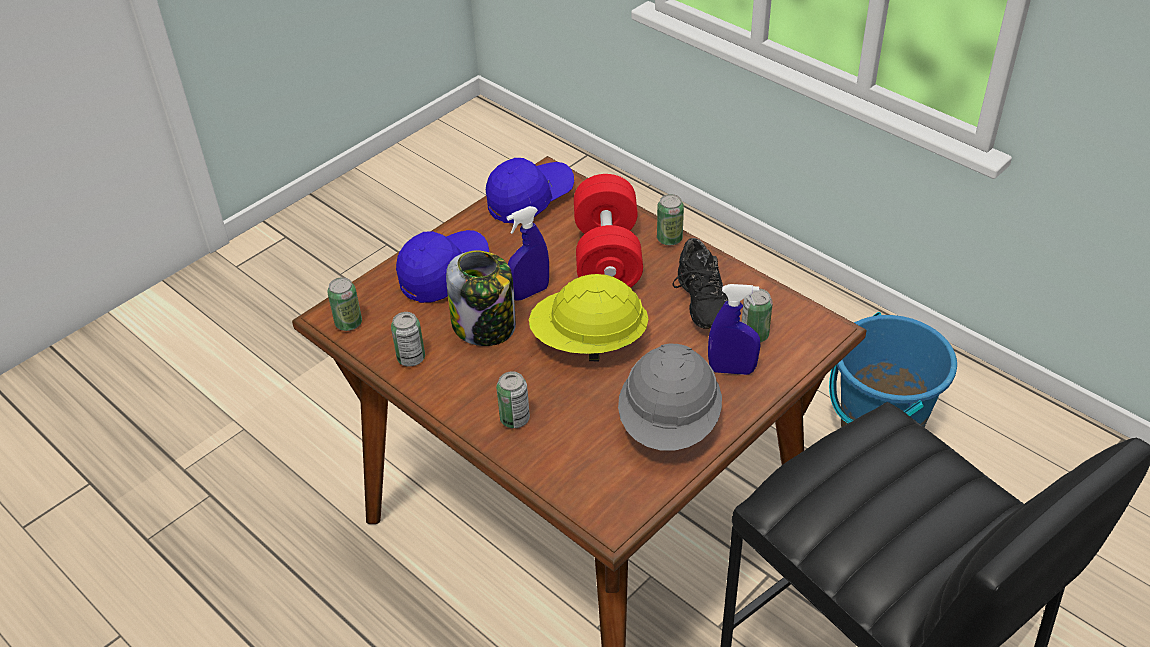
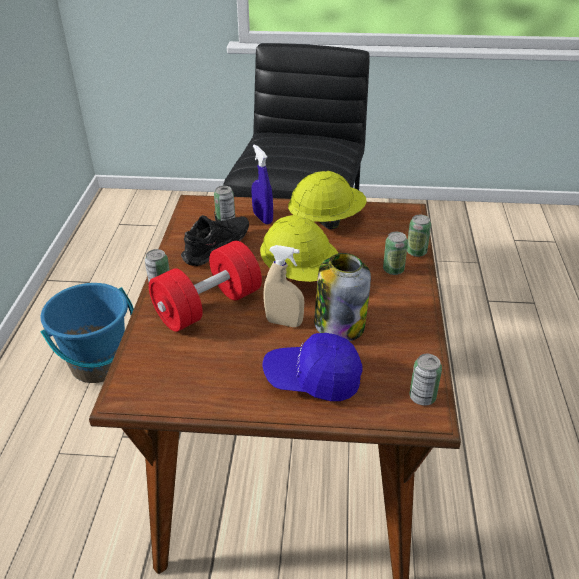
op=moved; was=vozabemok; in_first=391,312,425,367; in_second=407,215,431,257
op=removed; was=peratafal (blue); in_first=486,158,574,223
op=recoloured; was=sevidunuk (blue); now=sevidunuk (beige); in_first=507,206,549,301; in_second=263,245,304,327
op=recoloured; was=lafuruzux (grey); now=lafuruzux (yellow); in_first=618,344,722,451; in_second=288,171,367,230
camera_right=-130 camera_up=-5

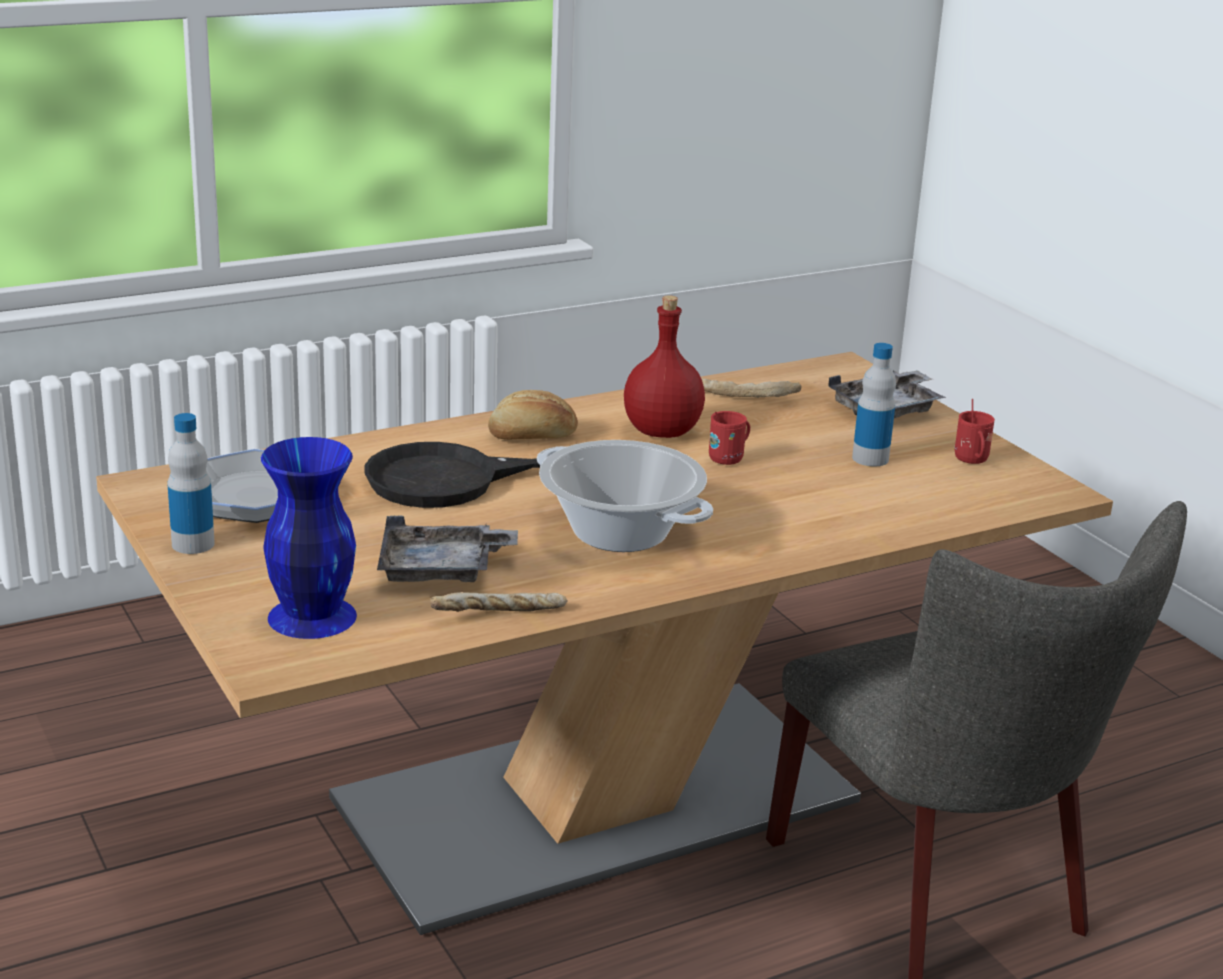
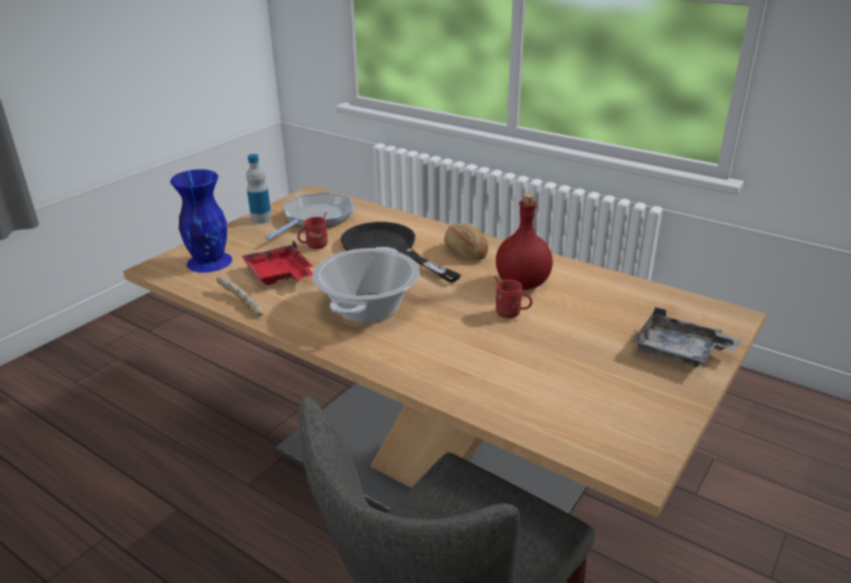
op=recoloured; was=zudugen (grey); now=zudugen (red); in_first=377,516,518,582; in_second=241,240,313,285
op=removed; was=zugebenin; in_first=702,379,802,398
op=removed; was=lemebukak; in_first=852,343,896,467
op=moved; was=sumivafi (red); in_first=955,399,995,464; in_second=297,212,328,249
camera_right=65 camera_up=5

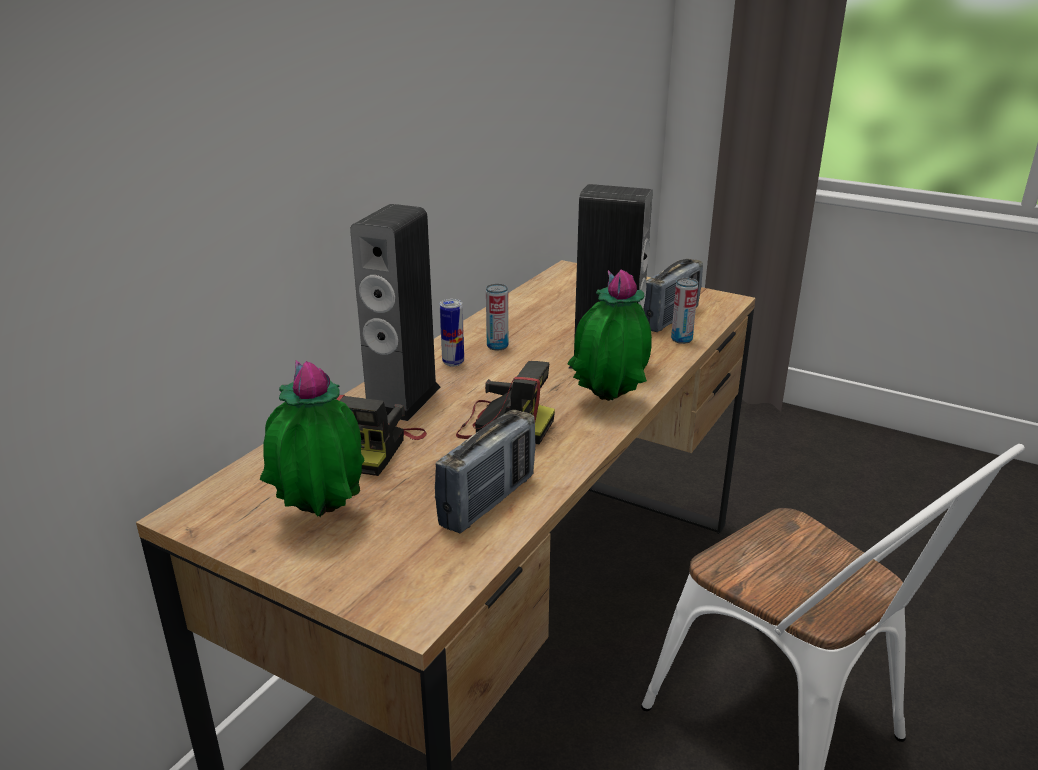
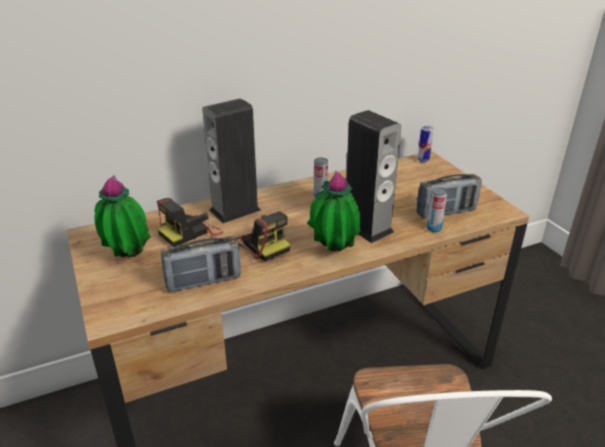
op=moved; was=vozabemok; in_first=440,299,464,366; in_second=417,126,434,162
camera_right=35 camera_up=5

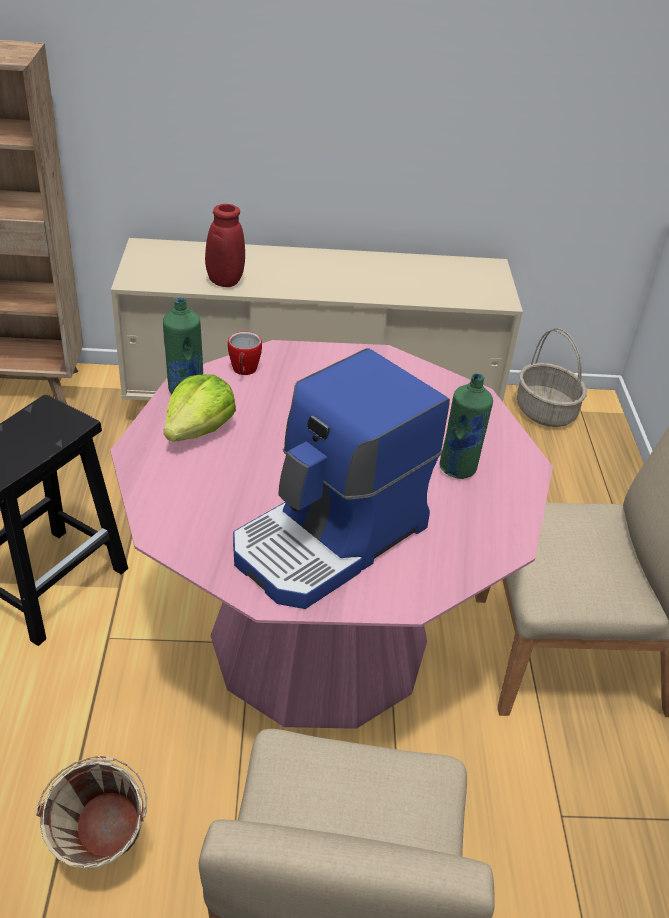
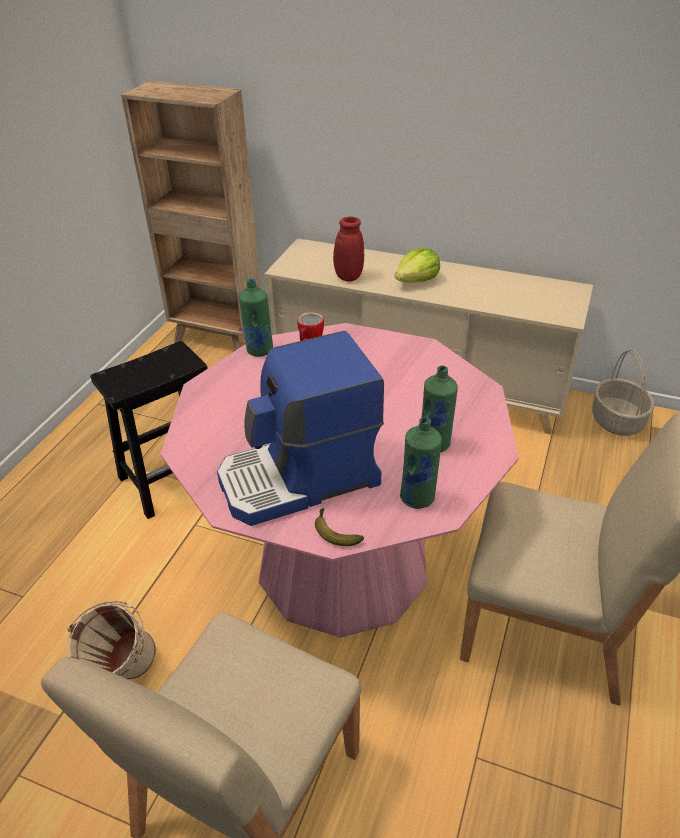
op=moved; was=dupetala; in_first=164,374,236,442; in_second=395,248,440,283
op=added; now=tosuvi; in_second=315,508,364,546
op=added; now=lemebukak (green); in_second=400,417,442,509
camera_right=25 camera_up=0

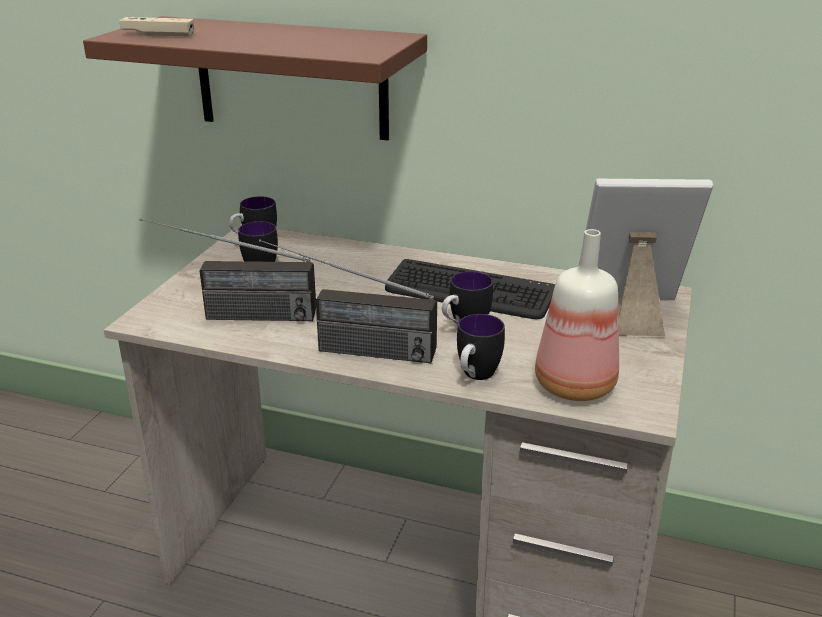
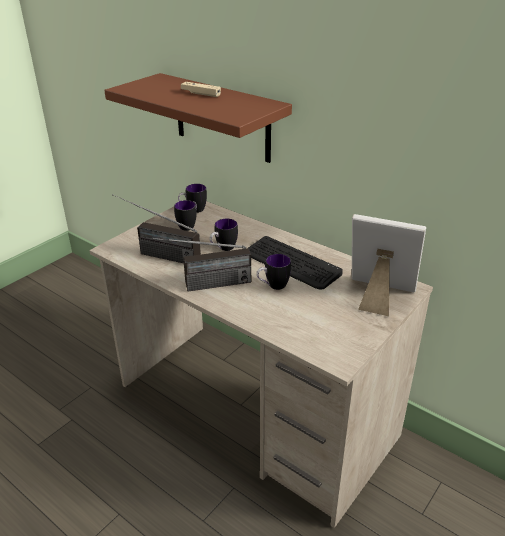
op=moved; was=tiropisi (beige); in_first=119,17,194,37; in_second=181,82,221,97
op=turned; was=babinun; in_first=259,239,437,363; in_second=144,237,251,292; clockwise=-45
op=moved; was=sumivafi; in_first=457,314,505,380; in_second=209,219,238,251
op=removed; was=lemebukak; in_first=535,229,619,401
camera_right=20 camera_up=5

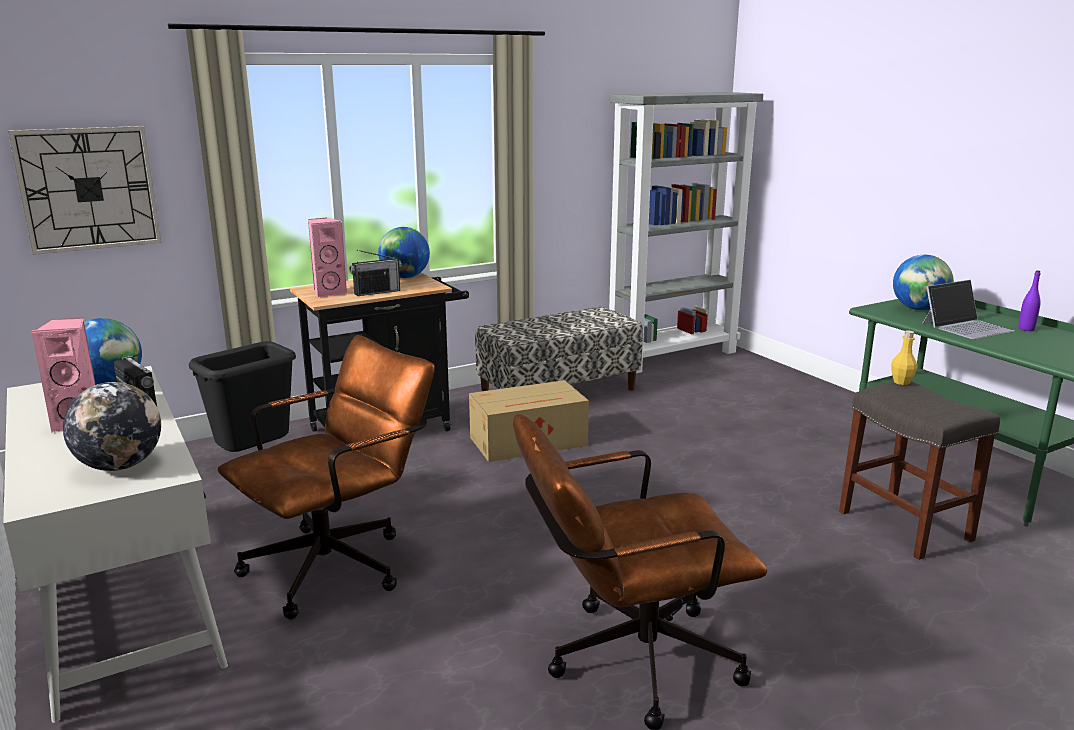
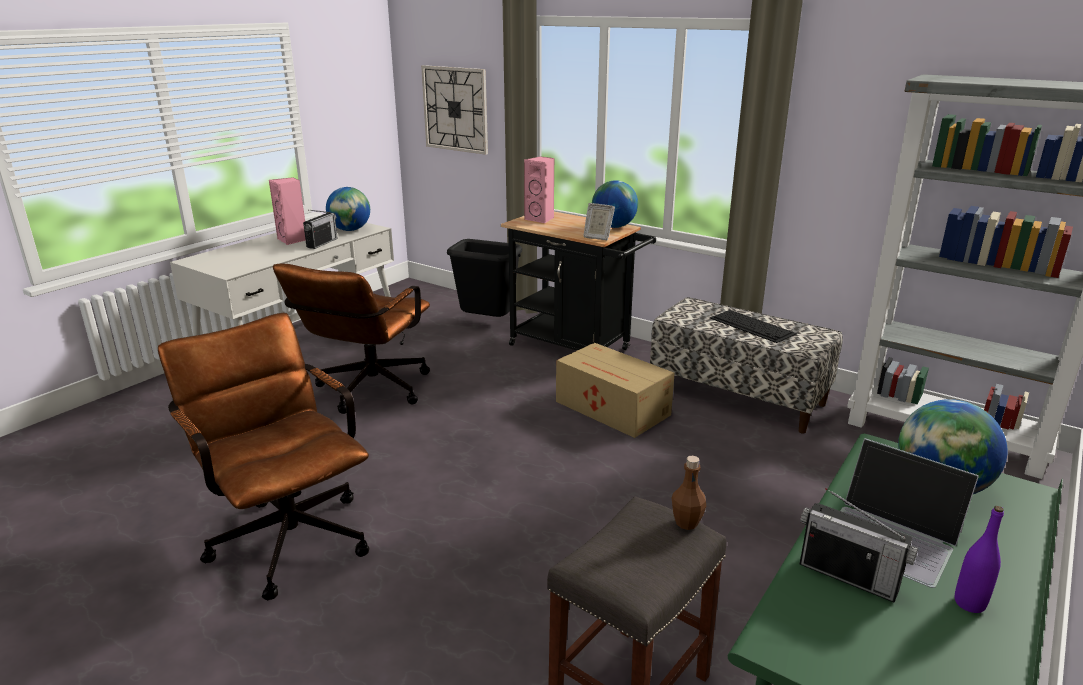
op=removed; was=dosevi; in_first=63,382,161,471
op=turned; was=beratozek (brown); in_first=218,335,435,620; in_second=273,264,430,414; clockwise=90
op=moved; was=babinun; in_first=349,250,402,296; in_second=800,488,918,602
op=recoloured; was=lemebukak (yellow); now=lemebukak (brown); in_first=891,331,917,385; in_second=672,456,706,530
op=added; now=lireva; in_second=584,203,615,240
op=added; now=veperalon; in_second=710,310,797,343
camera_right=65 camera_up=5

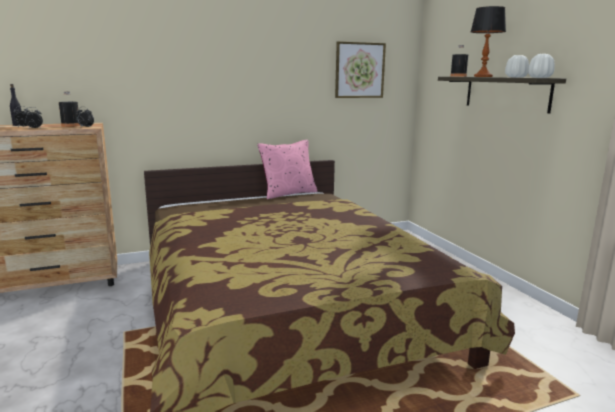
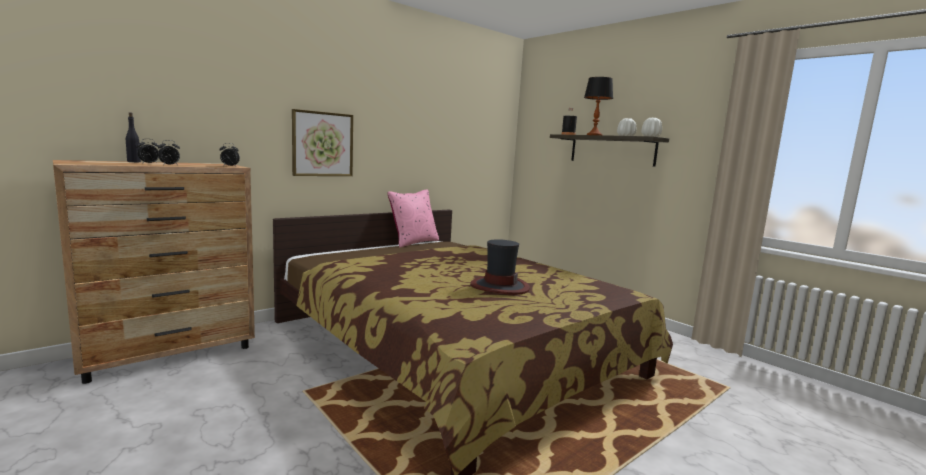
op=removed; was=lemebukak (black); in_first=59,92,81,127
op=moved; was=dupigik; in_first=335,41,386,98; in_second=292,109,353,176
op=added; now=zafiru; in_second=470,239,530,295
camera_right=-20 camera_up=-5

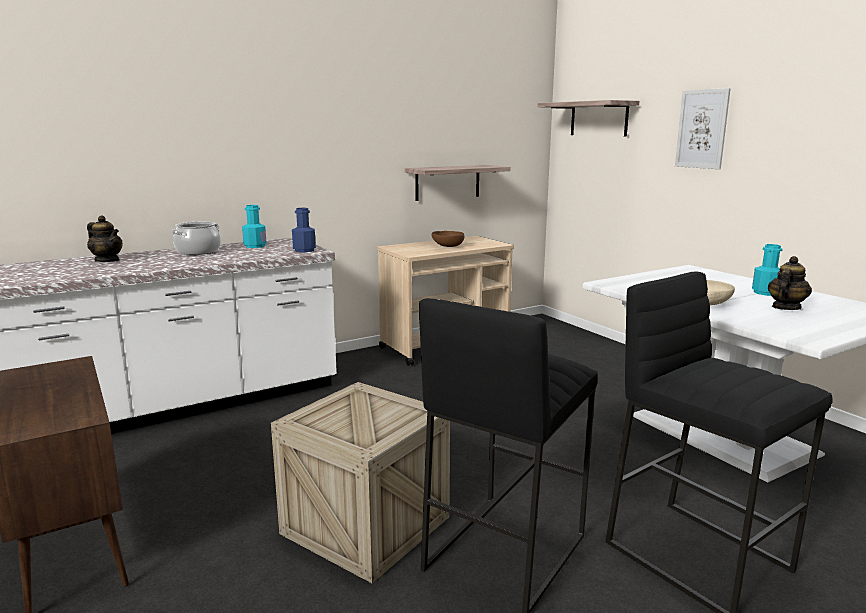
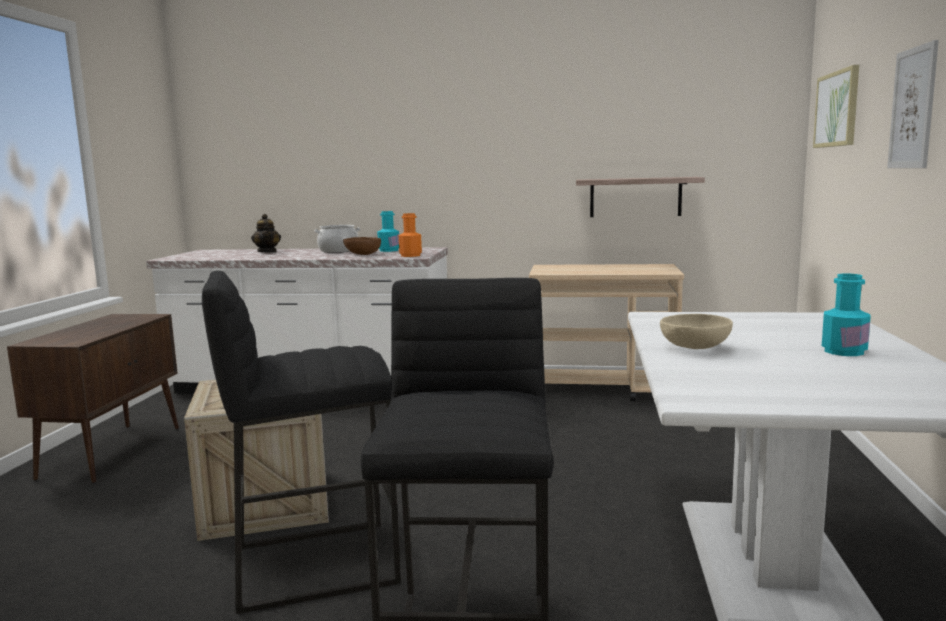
op=recoloured; was=lemebukak (blue); now=lemebukak (orange); in_first=292,208,316,252; in_second=399,213,422,257
op=moved; was=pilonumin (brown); in_first=432,231,464,247; in_second=343,237,381,255
op=replaced; was=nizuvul; now=dupigik; in_first=538,100,639,136; in_second=813,65,859,148
op=removed; was=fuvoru; in_first=768,256,812,310
camera_right=40 camera_up=-5

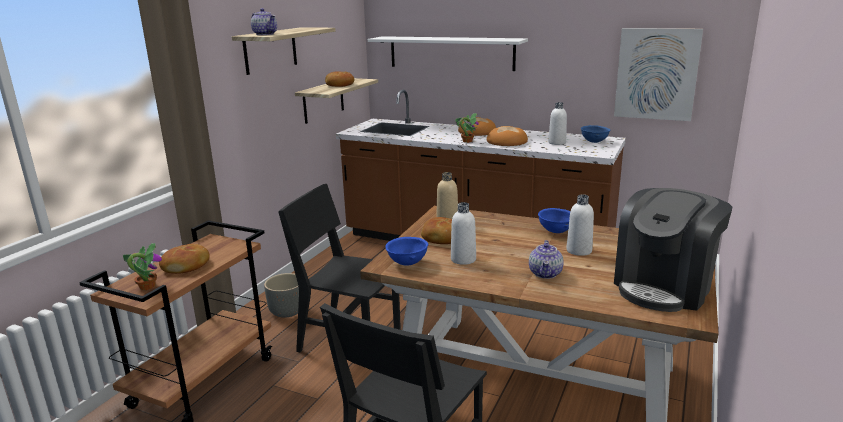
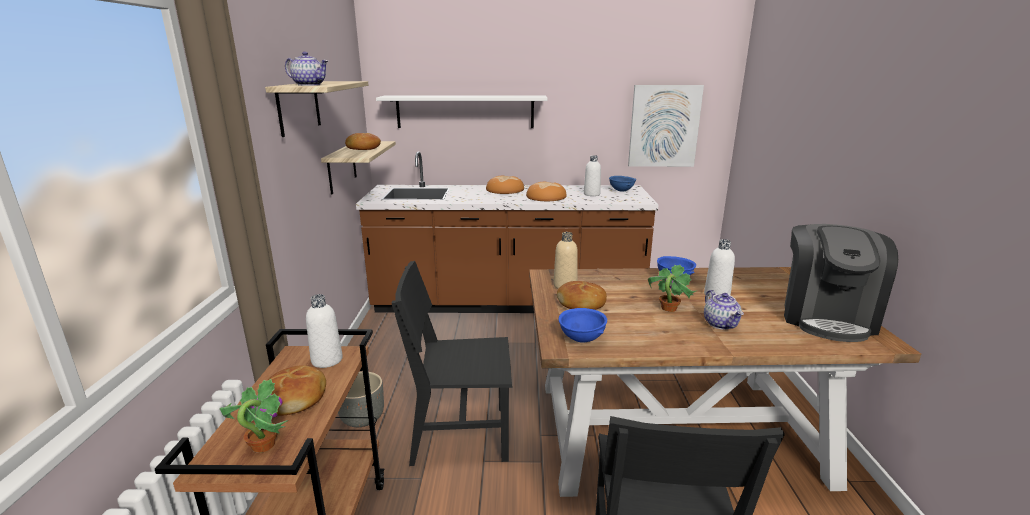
op=moved; was=lemebukak (white); in_first=451,202,476,265; in_second=306,294,343,368
op=moved; was=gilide; in_first=455,113,479,143; in_second=648,265,696,312
camera_right=-25 camera_up=0

